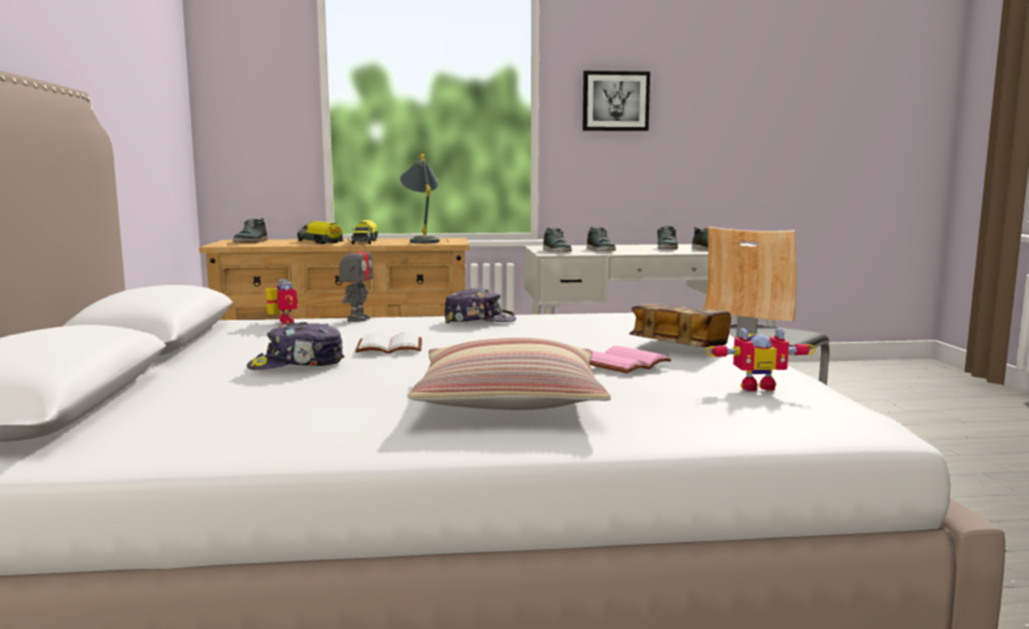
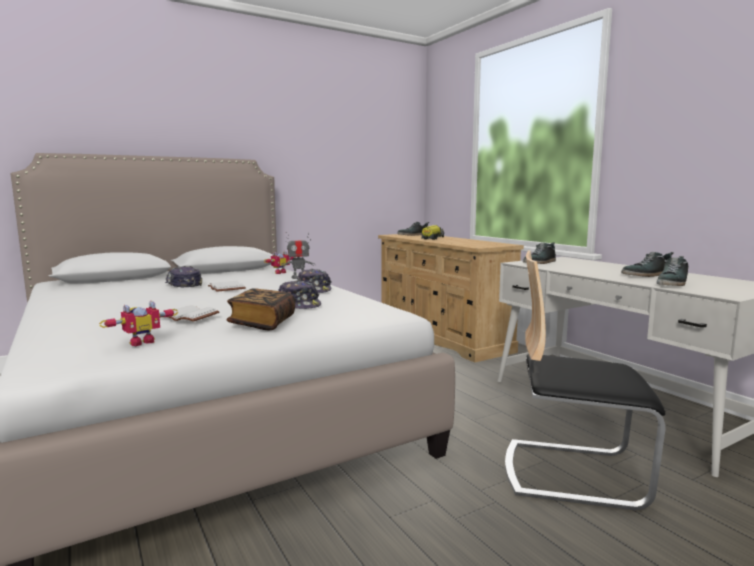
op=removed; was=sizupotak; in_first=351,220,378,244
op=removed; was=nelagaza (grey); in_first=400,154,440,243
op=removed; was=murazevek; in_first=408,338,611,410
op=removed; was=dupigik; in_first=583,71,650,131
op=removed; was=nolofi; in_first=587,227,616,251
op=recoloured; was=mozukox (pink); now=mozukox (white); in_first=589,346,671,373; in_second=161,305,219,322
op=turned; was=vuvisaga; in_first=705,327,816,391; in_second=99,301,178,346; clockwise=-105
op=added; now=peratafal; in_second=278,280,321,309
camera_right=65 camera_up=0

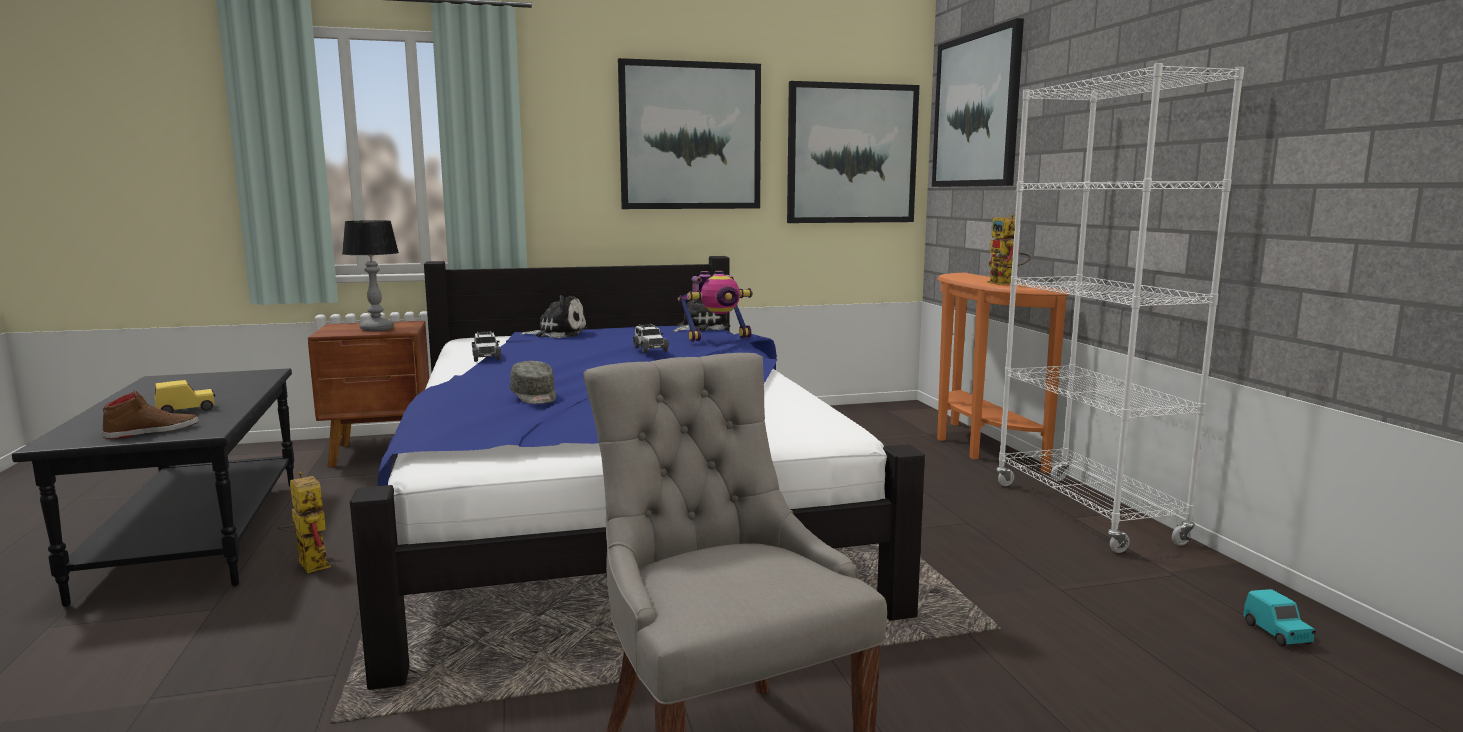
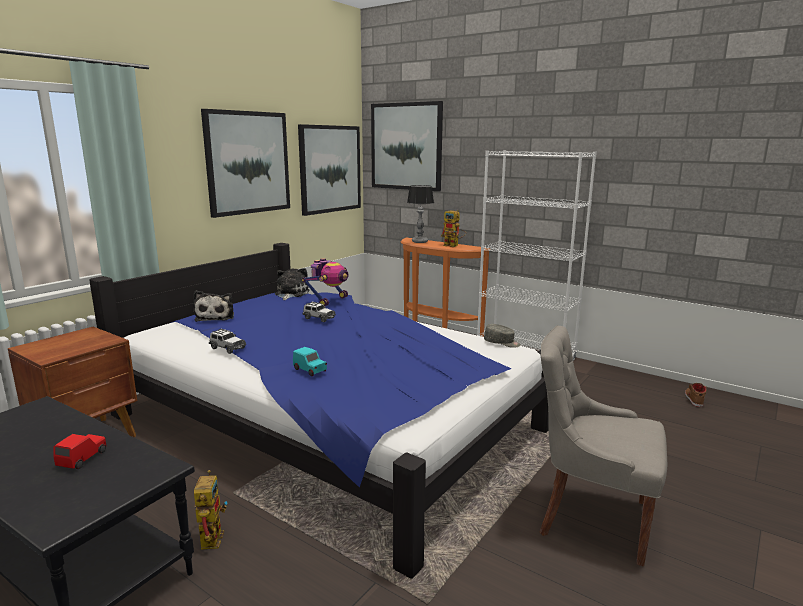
op=moved; was=nolofi (brown); in_first=102,390,199,439; in_second=685,383,707,407
op=recoloured; was=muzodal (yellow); now=muzodal (red); in_first=154,380,215,413; in_second=54,434,107,469
op=turned; was=vuvisaga; in_first=277,471,331,573; in_second=194,470,228,549; clockwise=75
op=moved; was=nelagaza; in_first=342,220,399,331; in_second=407,185,434,243
op=moved; was=peratafal (grey); in_first=510,361,556,404; in_second=484,324,521,348
op=turned; was=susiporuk; in_first=520,296,587,338; in_second=193,290,234,322; clockwise=120
op=moved; was=muzodal (turquoise); in_first=1243,589,1316,647; in_second=293,347,327,376
camera_right=-40 camera_up=5

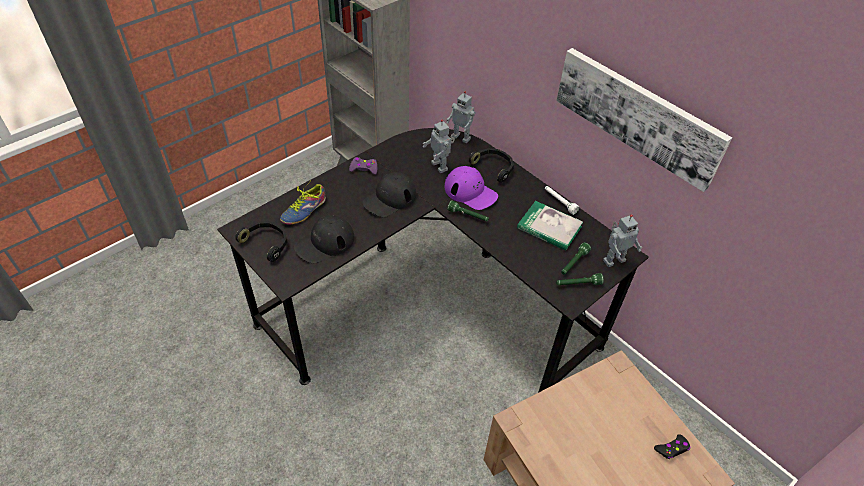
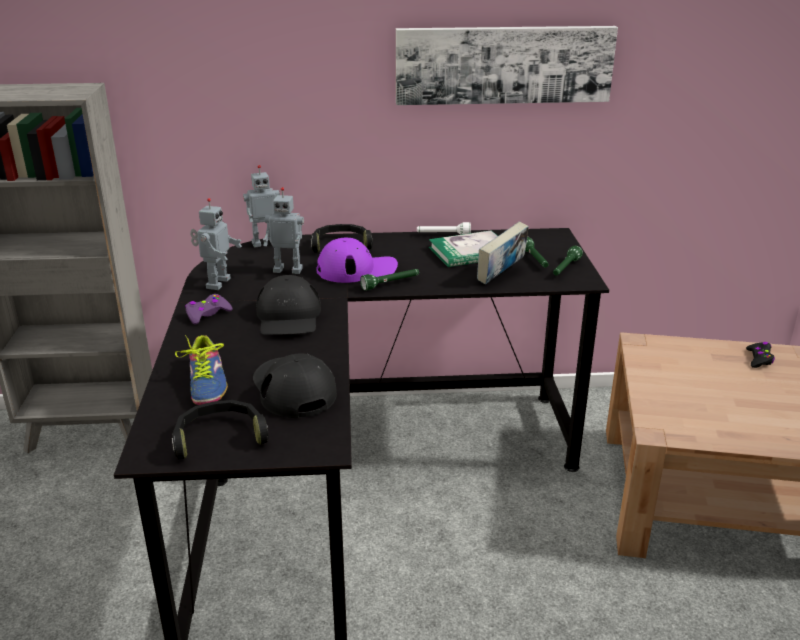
op=turned; was=peratafal (black); in_first=294,215,354,263; in_second=253,354,337,418; clockwise=150
op=moved; was=vuvisaga; in_first=603,214,642,267; in_second=190,198,242,290
op=added; now=mozukox; in_second=477,222,529,284
camera_right=-50 camera_up=-20

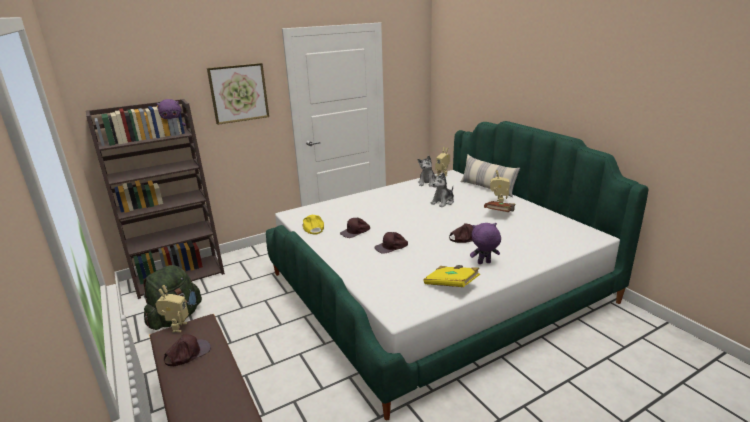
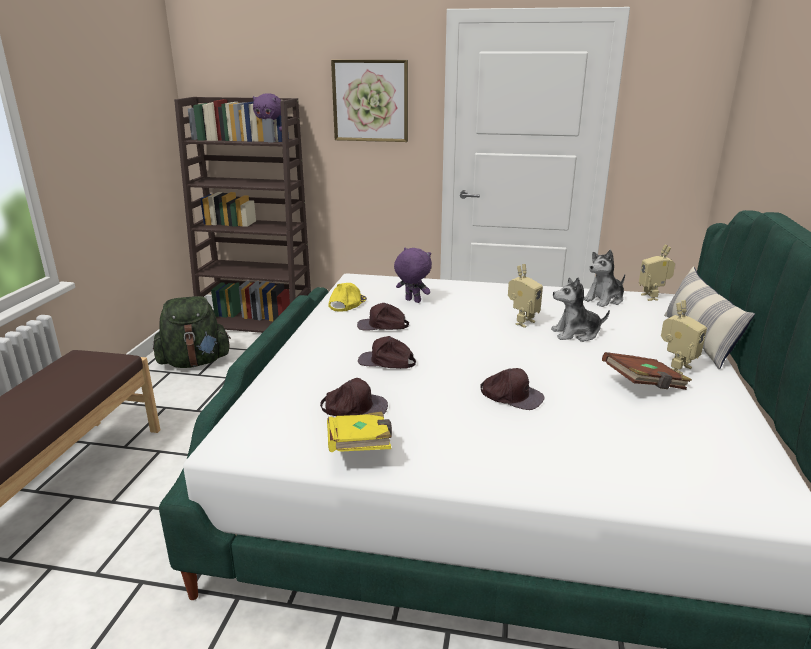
op=moved; was=vuvisaga; in_first=155,285,189,333; in_second=508,264,543,328
op=moved; was=peratafal (brown); in_first=164,334,211,367; in_second=320,378,388,416
op=moved; was=susiporuk (purple); in_first=470,223,501,264; in_second=394,247,432,303
camera_right=40 camera_up=0

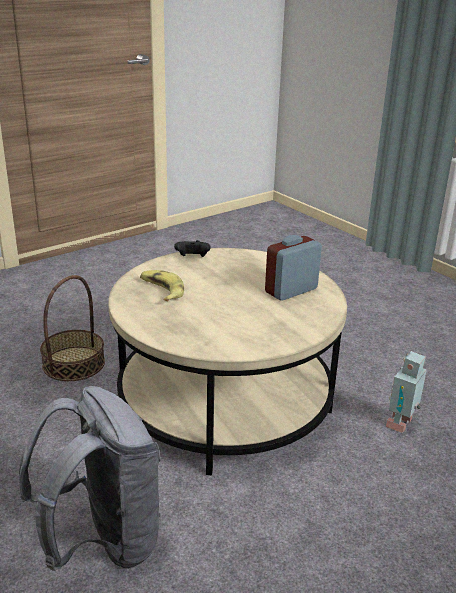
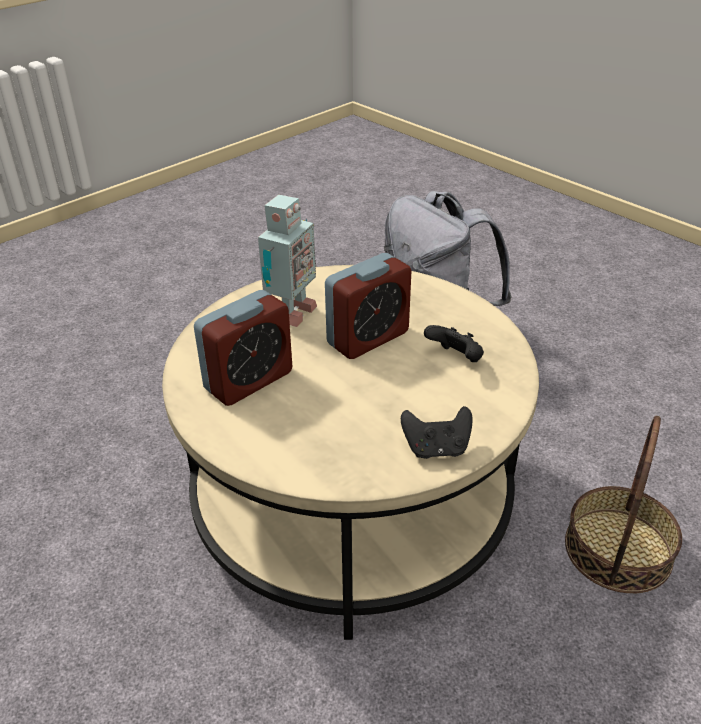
op=replaced; was=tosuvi; now=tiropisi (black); in_first=140,270,184,302; in_second=424,325,484,362
op=moved; was=vuvisaga; in_first=385,351,427,433; in_second=258,195,317,327
op=added; now=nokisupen; in_second=325,253,412,359
camera_right=175 camera_up=10

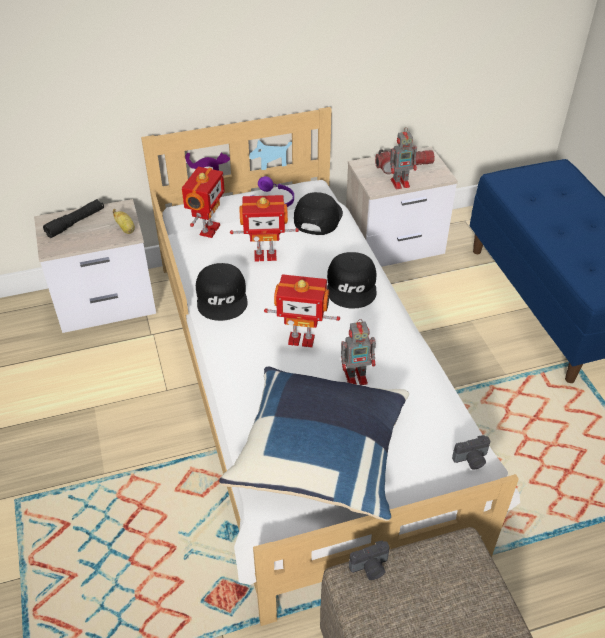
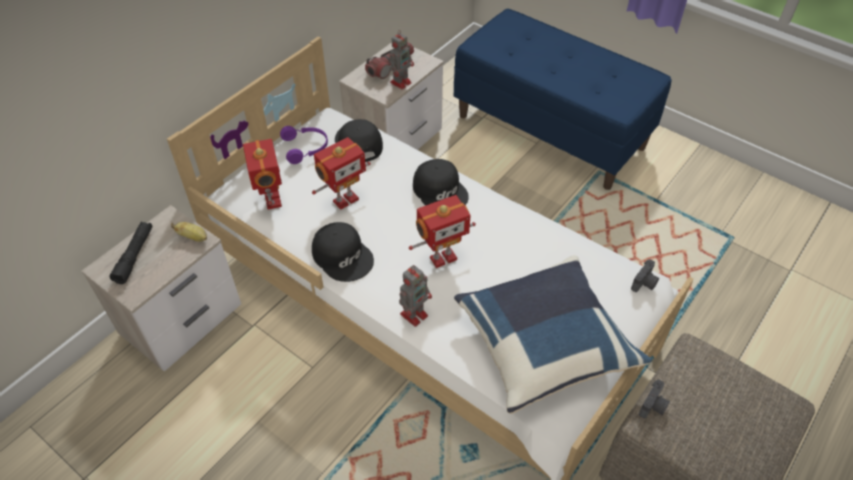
op=moved; was=vuvisaga; in_first=341,319,376,385; in_second=399,265,432,327
camera_right=-35 camera_up=5

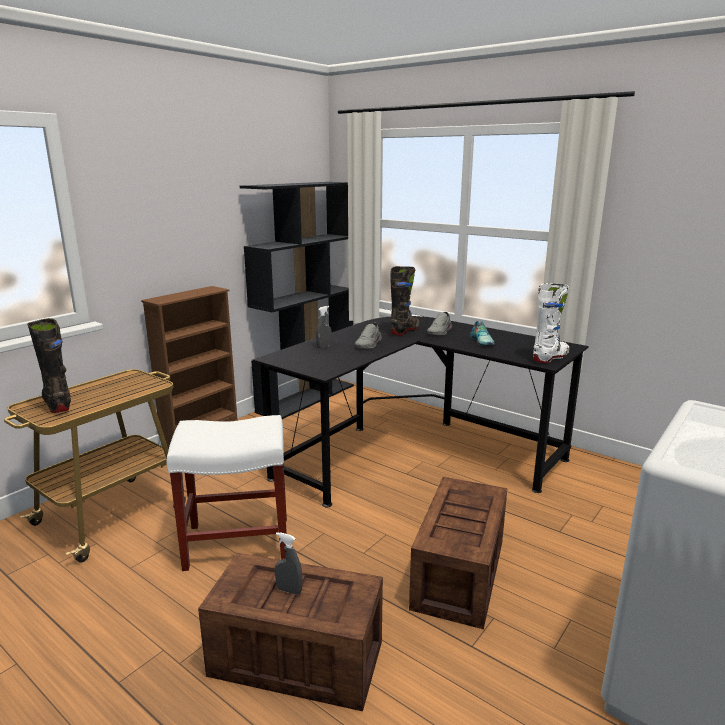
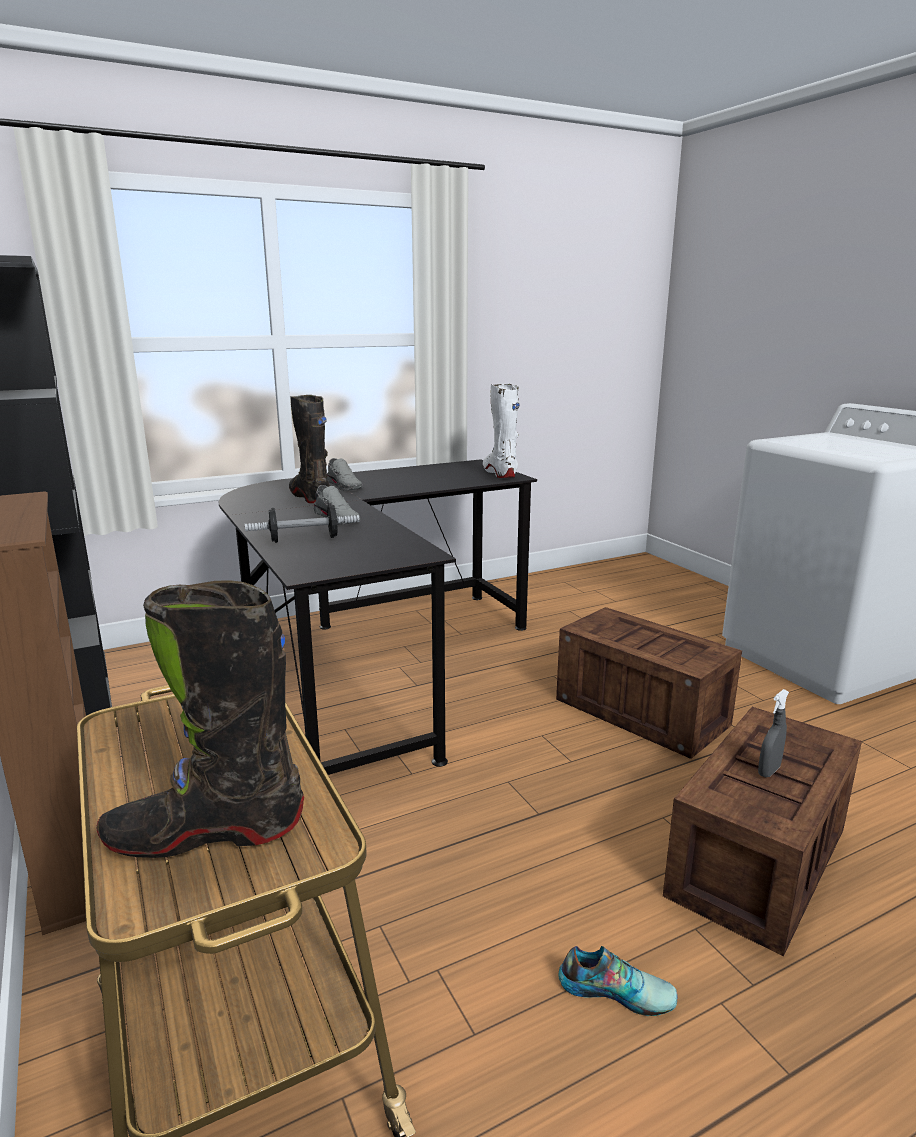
op=removed; was=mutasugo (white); in_first=167,415,287,571
op=replaced; was=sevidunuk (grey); now=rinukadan; in_first=316,306,332,348; in_second=245,504,360,543
op=moved; was=nolofi; in_first=470,321,495,345; in_second=559,946,678,1016
camera_right=-65 camera_up=0

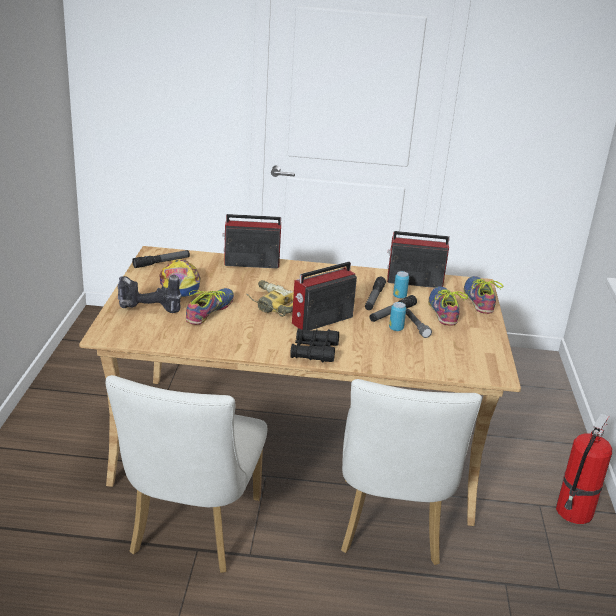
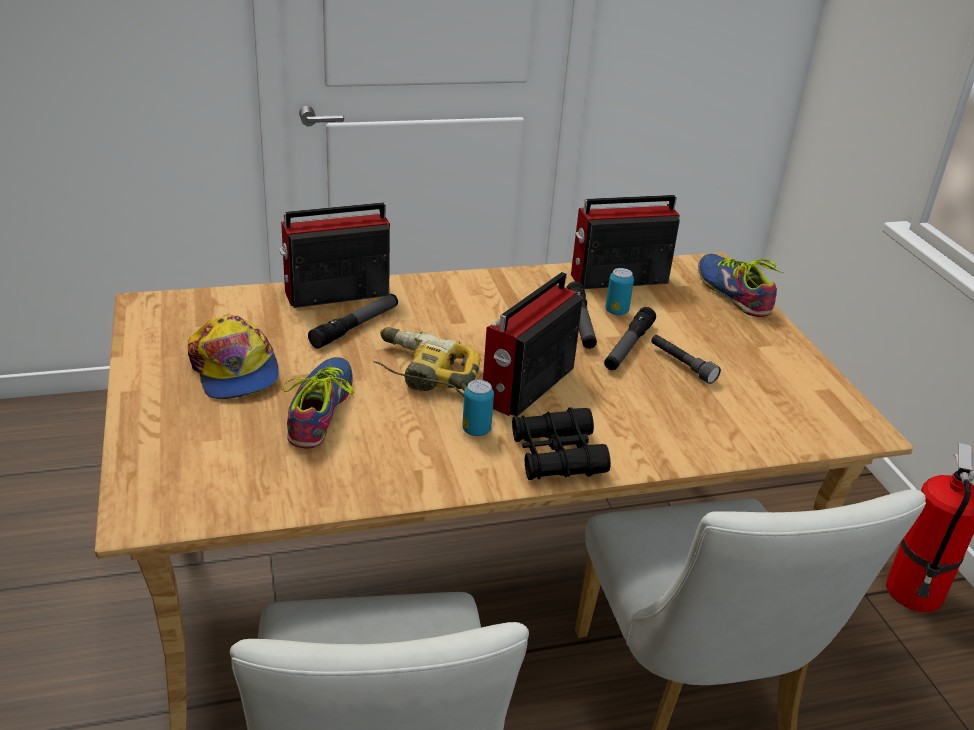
op=removed; was=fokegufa; in_first=118,275,181,313
op=moved; was=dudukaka; in_first=132,250,190,268; in_second=308,294,398,349
op=moved; was=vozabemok; in_first=389,302,406,331; in_second=462,380,494,436
op=removed; was=nolofi; in_first=428,286,468,326
camera_right=-20 camera_up=5

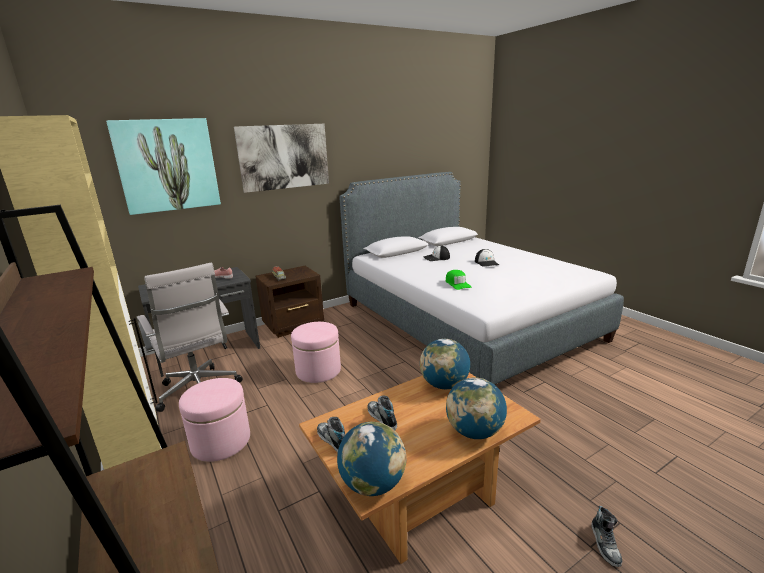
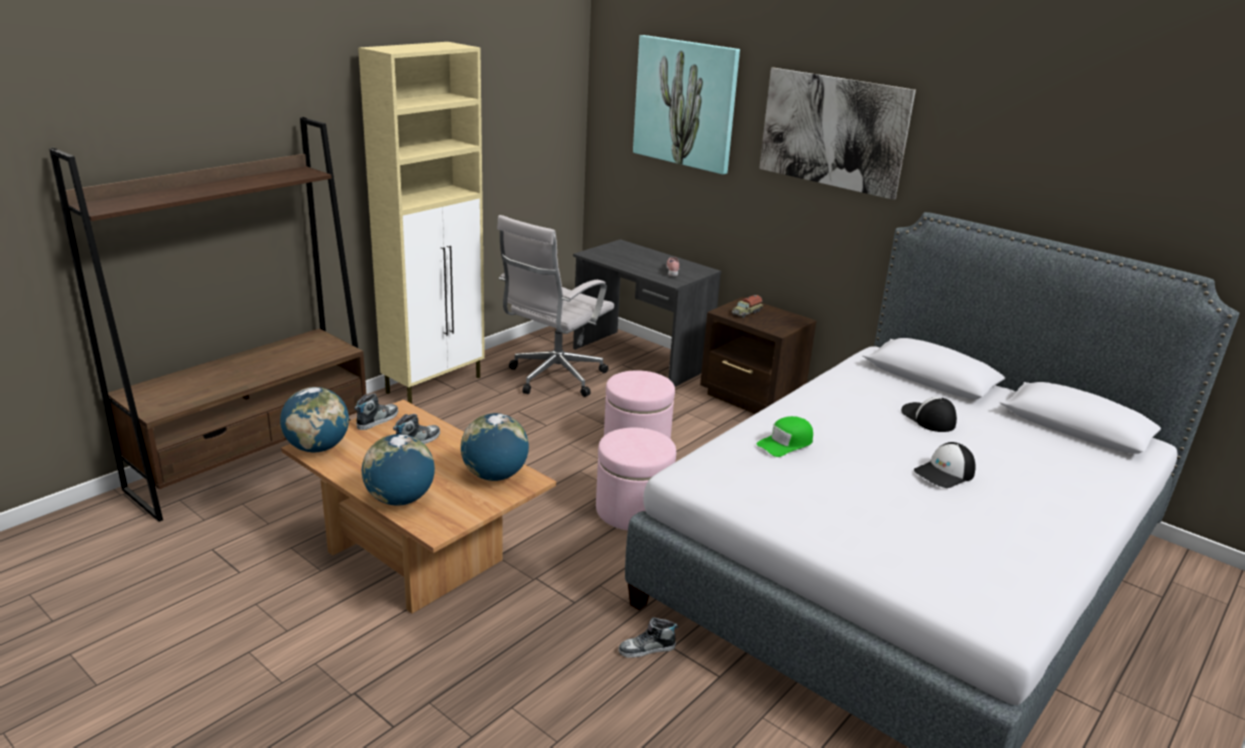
op=moved; was=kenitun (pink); in_first=179,378,250,462; in_second=596,428,676,530
op=moved; was=nolofi; in_first=591,506,622,567; in_second=619,618,678,658
camera_right=70 camera_up=5

